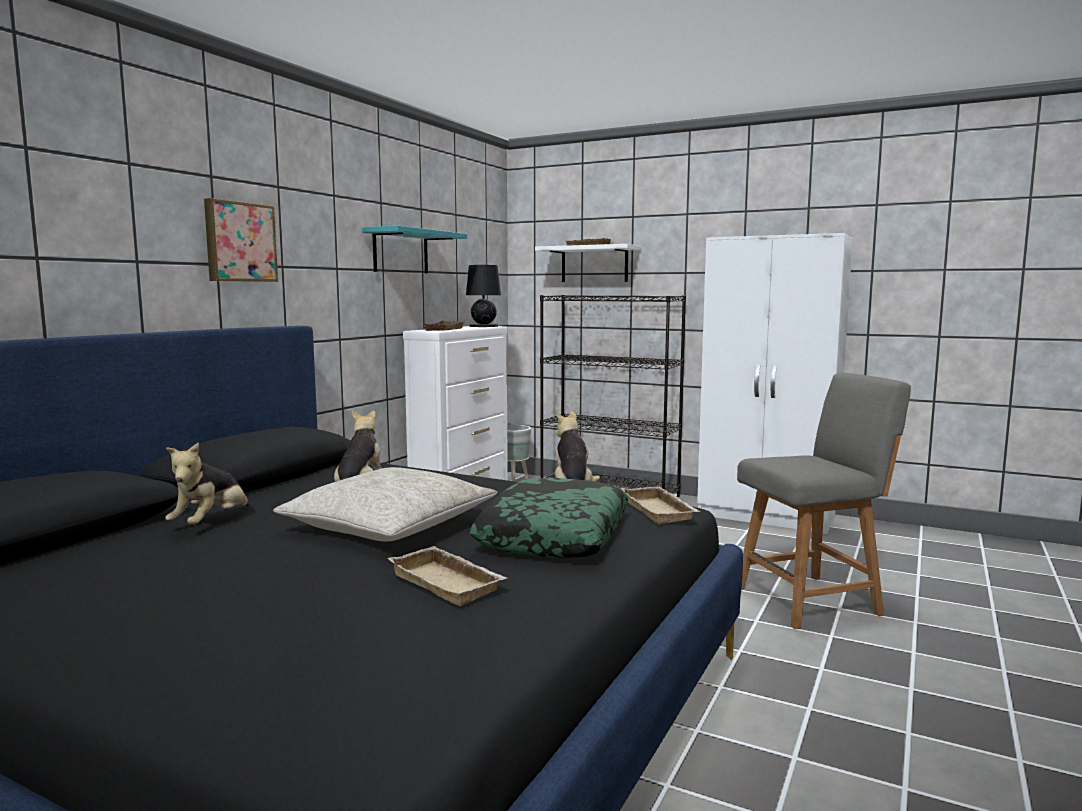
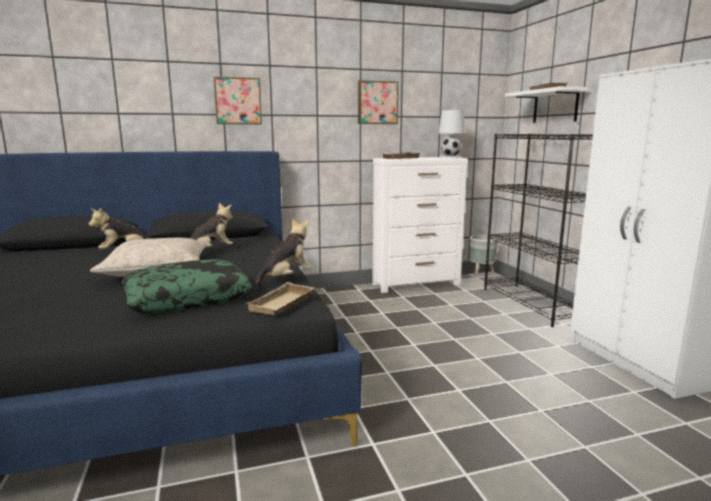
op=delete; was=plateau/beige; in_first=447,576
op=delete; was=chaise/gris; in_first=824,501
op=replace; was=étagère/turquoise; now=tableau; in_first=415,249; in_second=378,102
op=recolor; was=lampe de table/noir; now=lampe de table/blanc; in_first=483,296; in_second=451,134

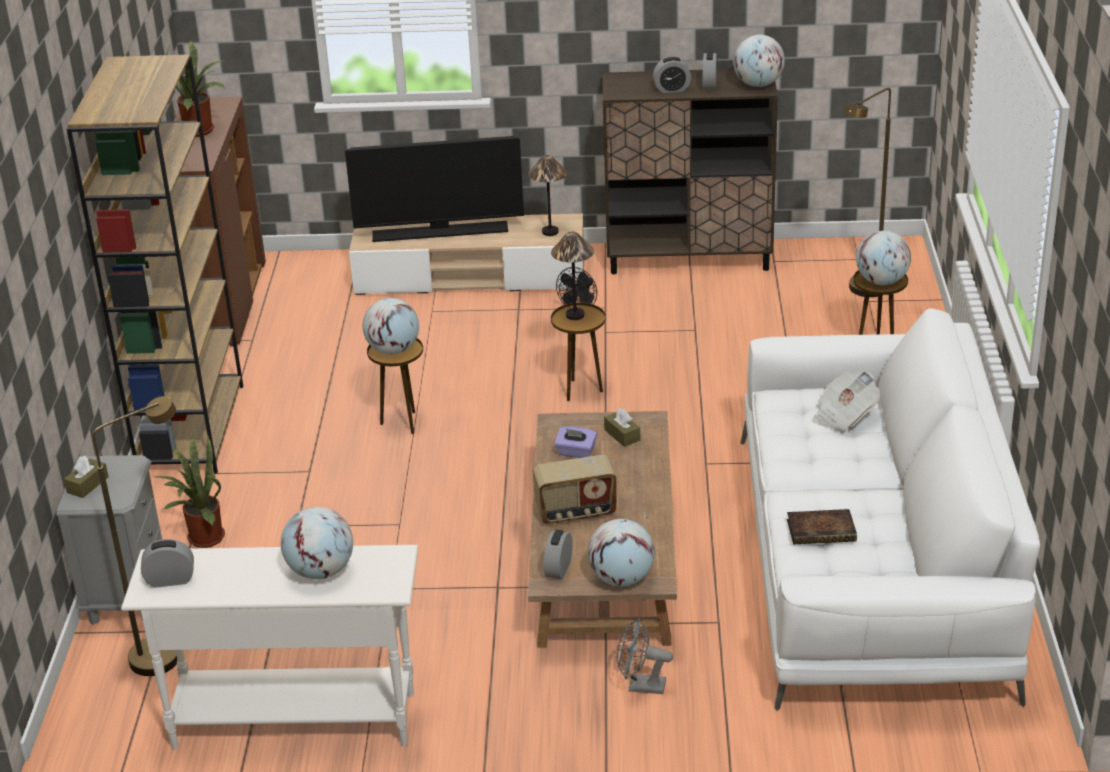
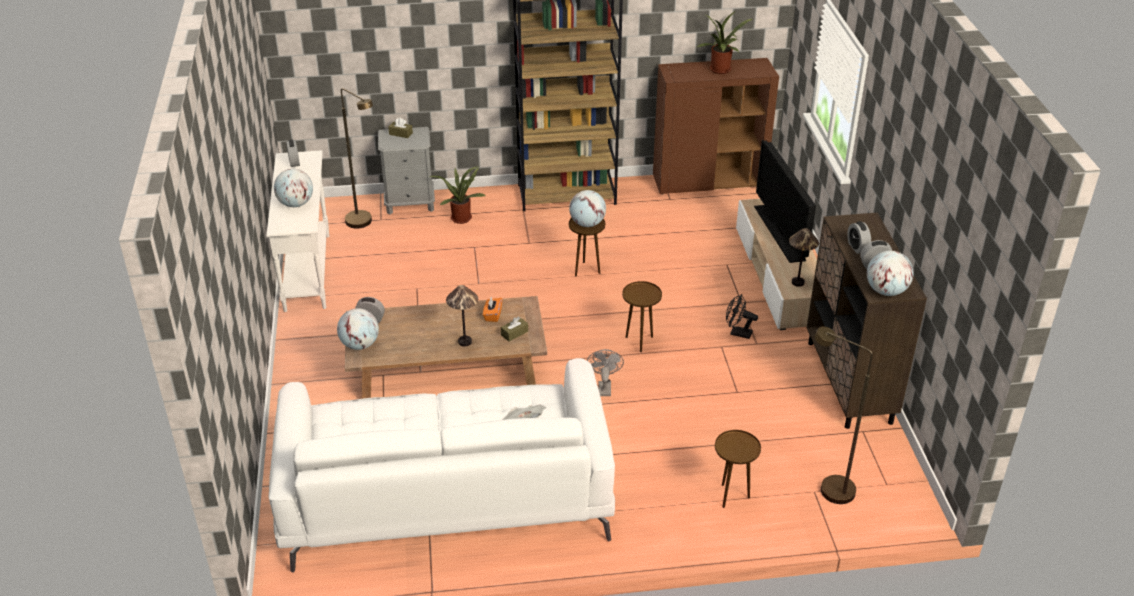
op=delete; was=radio; in_first=575,489
op=delete; was=livre; in_first=822,526
op=delete; was=globe; in_first=883,258
op=move; was=lampe de table; in_first=572,276; in_second=462,315
op=move; was=ventilateur/gris; in_first=645,656; in_second=605,372
op=recolor; was=boîte à mouchoirs/violet; now=boîte à mouchoirs/orange; in_first=575,442; in_second=492,309

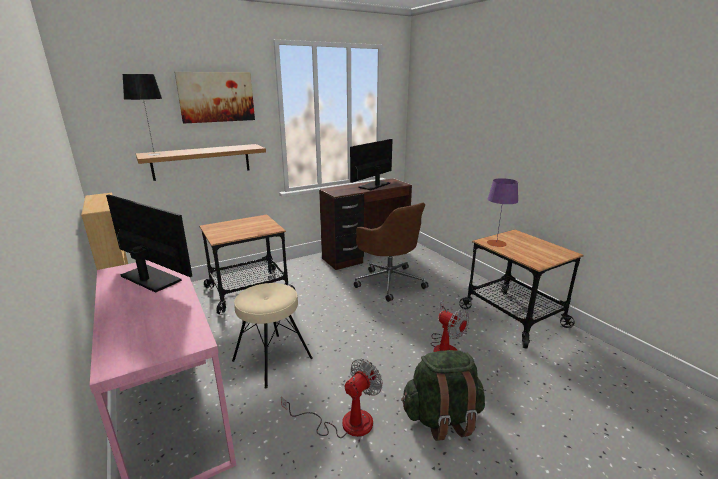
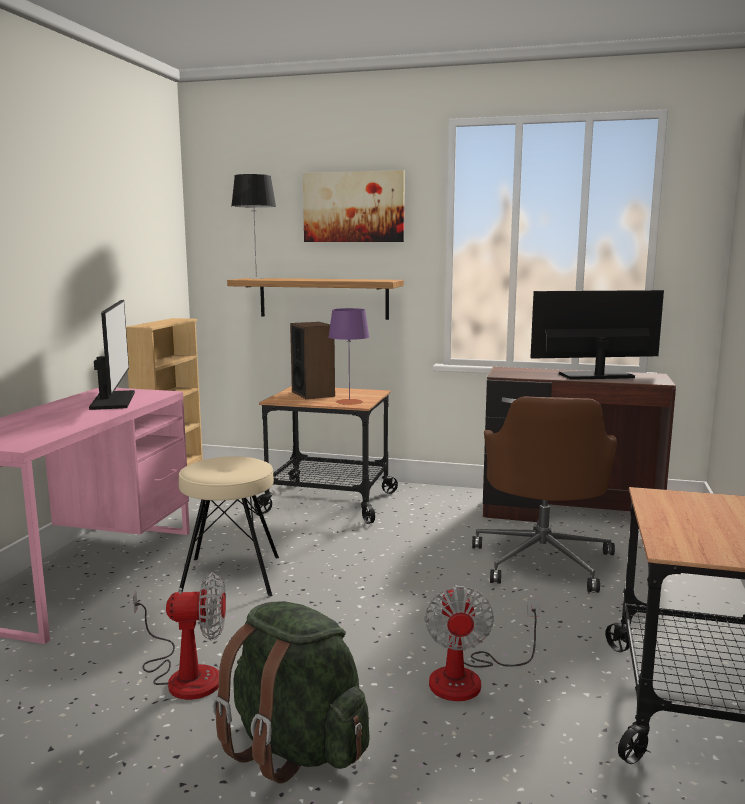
op=insert; now=enceinte; in_second=312,360
op=move; was=lampe de table/violet; in_first=502,212; in_second=348,356

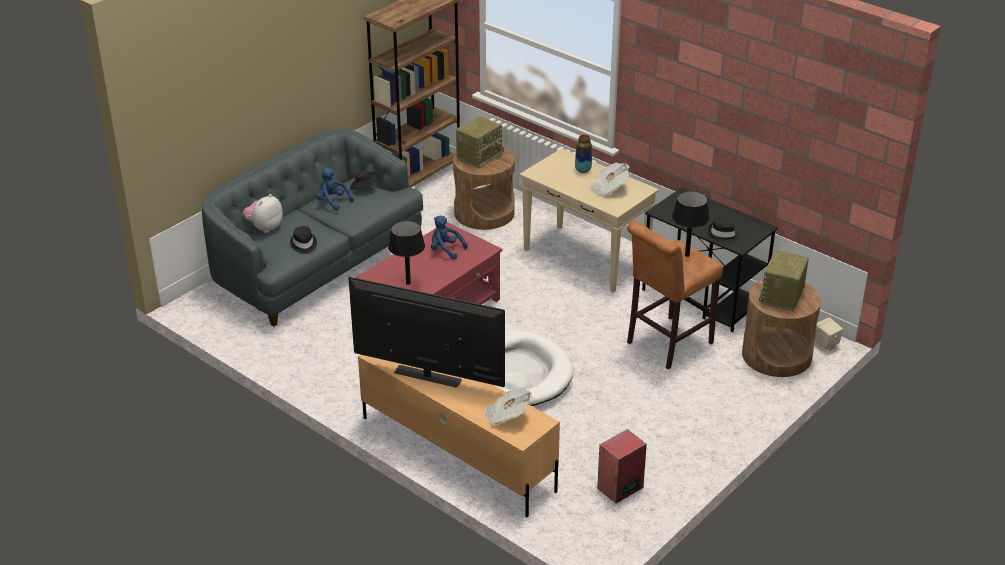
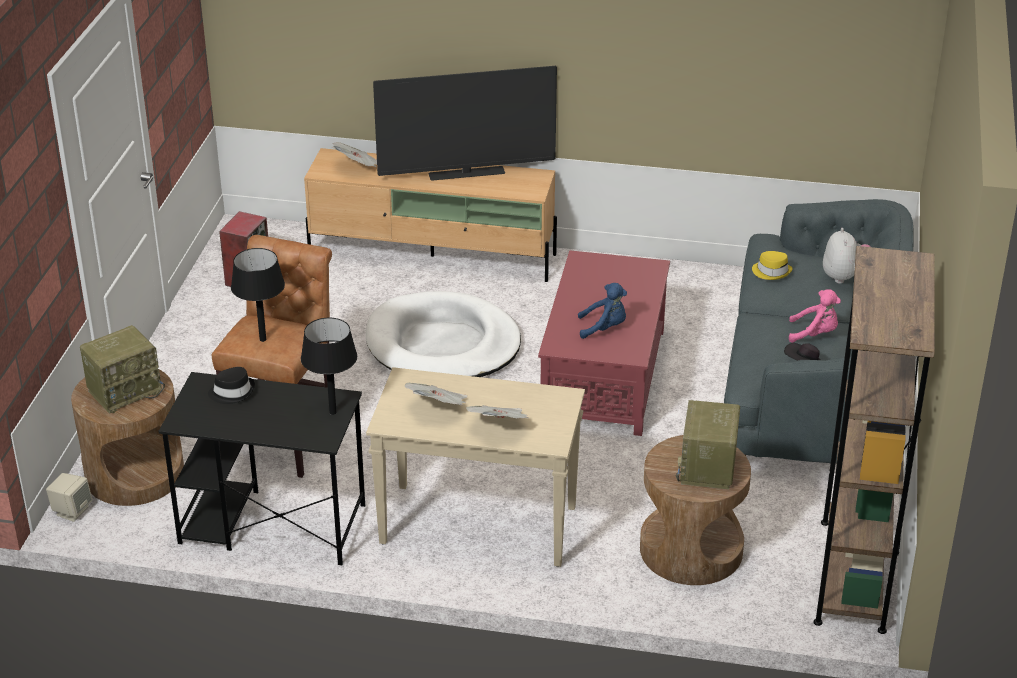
op=move; was=lampe de table/noir; in_first=406,252; in_second=329,366
op=replace; was=vase; now=journal; in_first=583,154; in_second=497,411
op=recolor; was=chapeau/noir; now=chapeau/jaune; in_first=303,239; in_second=772,265
op=recolor; was=peluche/bleu; now=peluche/rose; in_first=335,189; in_second=815,316
op=rotate; was=radio; in_first=784,280; in_second=122,369; clockwise=60

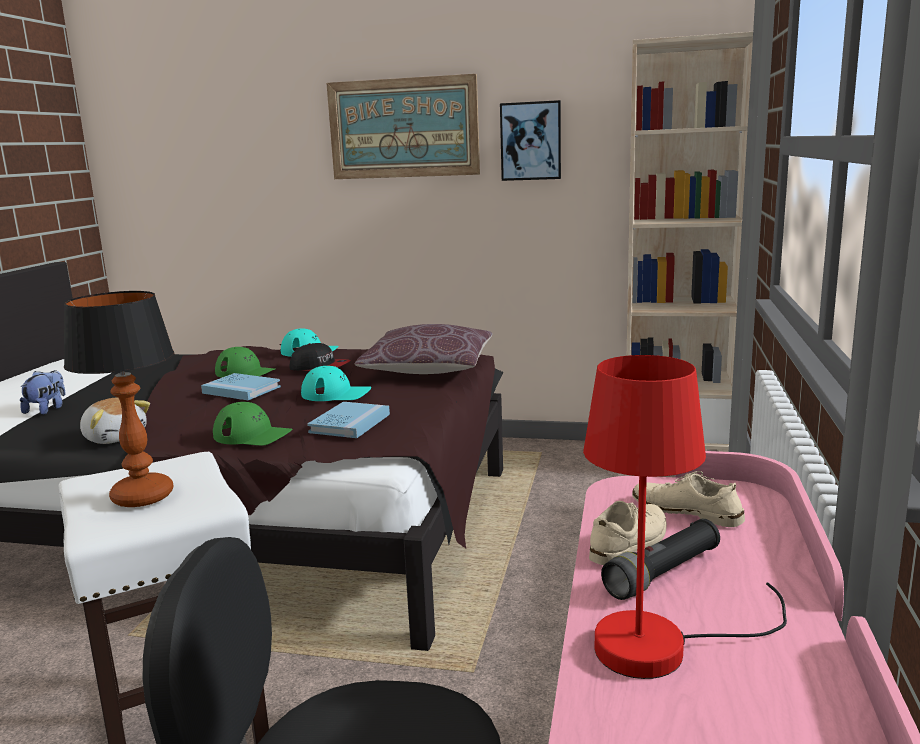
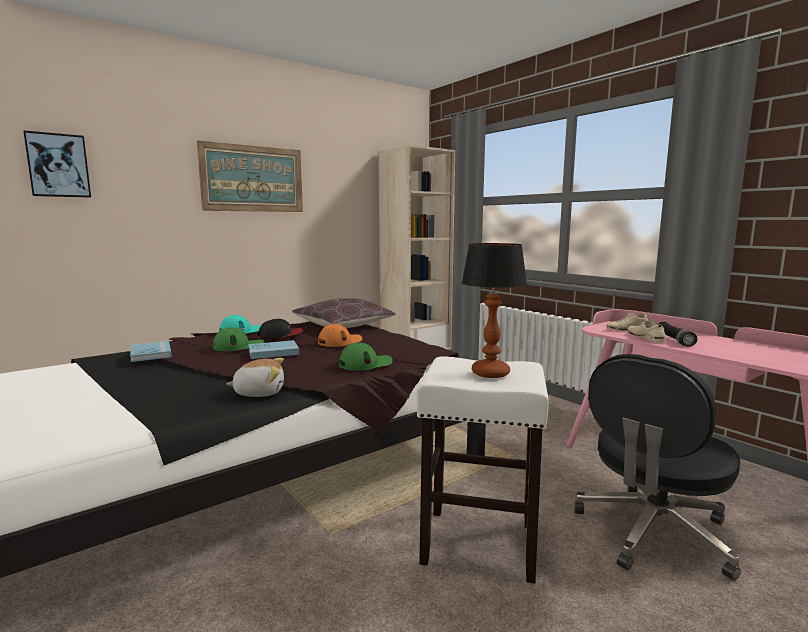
op=delete; was=peluche; in_first=42,392
op=delete; was=lampe de table/rouge; in_first=685,517
op=move; was=livre/bleu; in_first=348,420; in_second=151,351
op=move; was=tableau; in_first=530,140; in_second=57,164
op=recolor; was=casquette/turquoise; now=casquette/orange; in_first=336,383; in_second=340,335

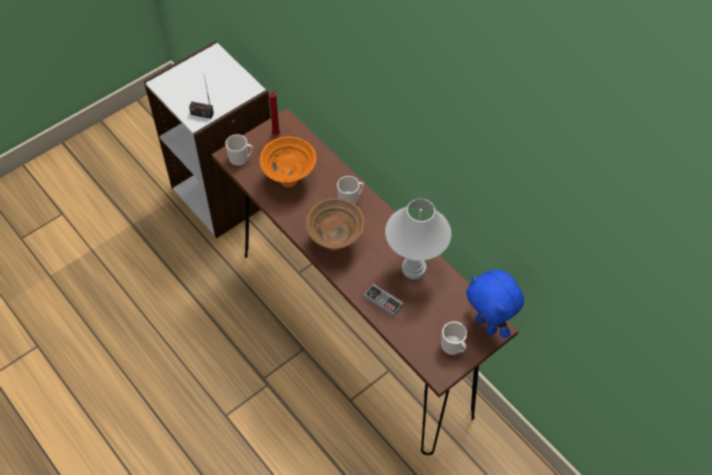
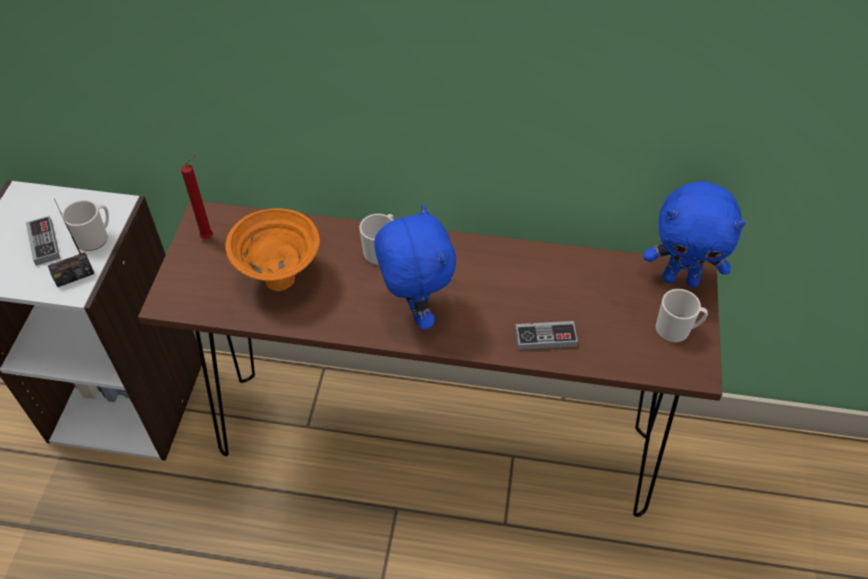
op=delete; was=lampe de table/blanc; in_first=418,239
op=insert; now=manette; in_second=43,240
op=move; was=mug; in_first=239,150; in_second=85,225
op=replace; was=bol/marron; now=peluche/bleu; in_first=335,224; in_second=415,267

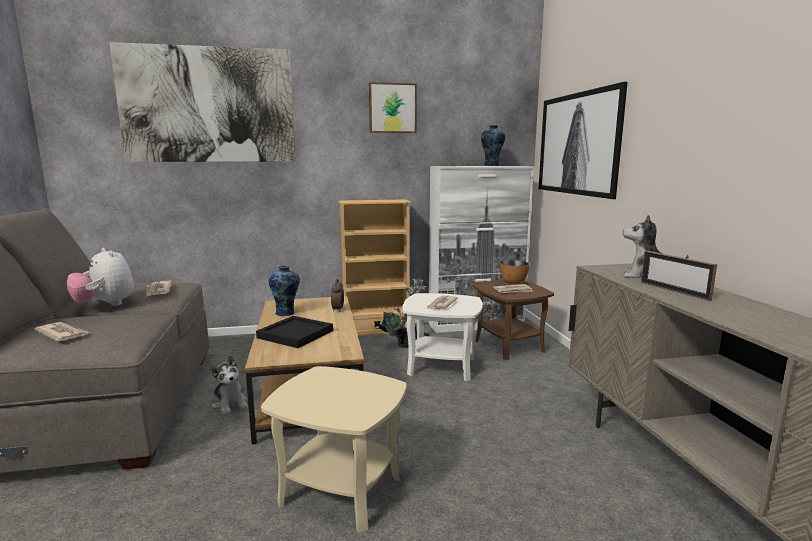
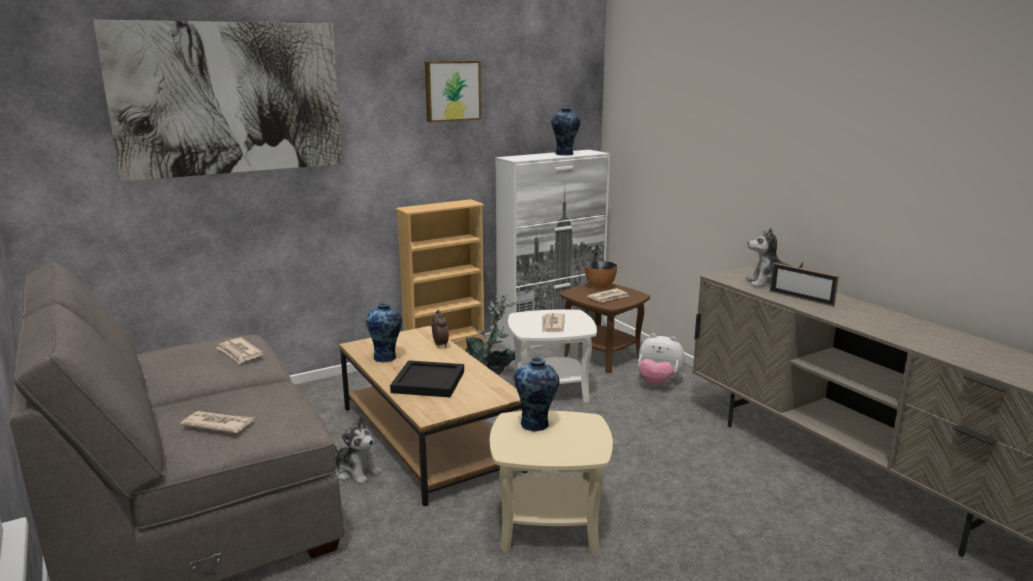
op=delete; was=tableau; in_first=583,140
op=insert; now=vase; in_second=537,394
op=move; was=peluche; in_first=100,277; in_second=661,359

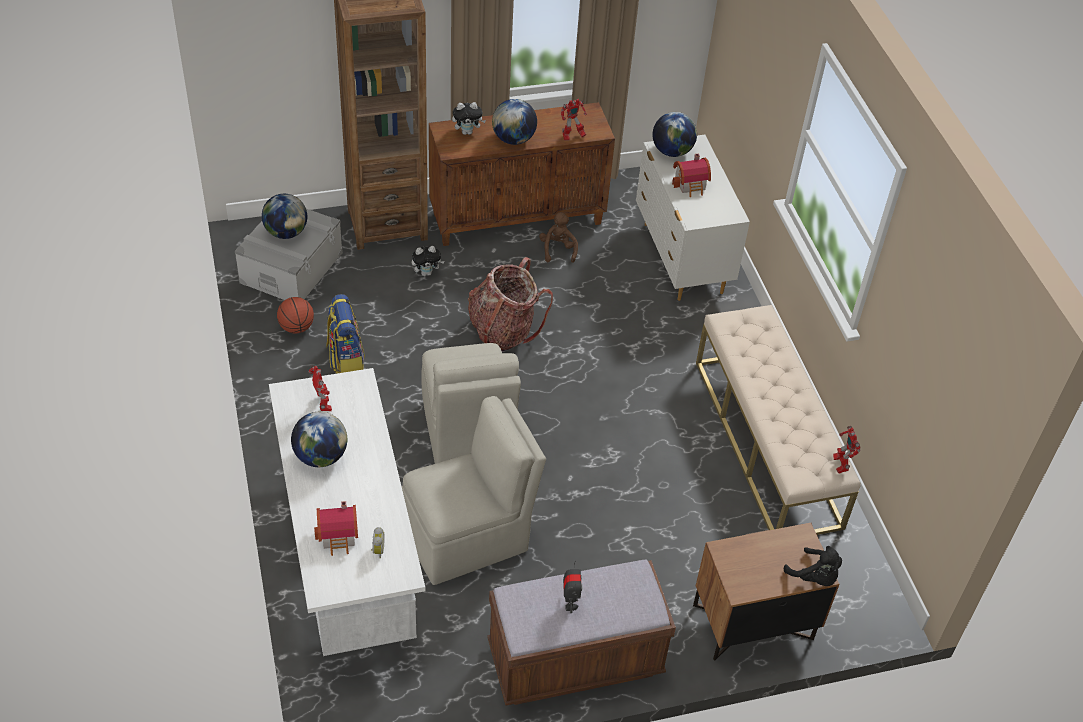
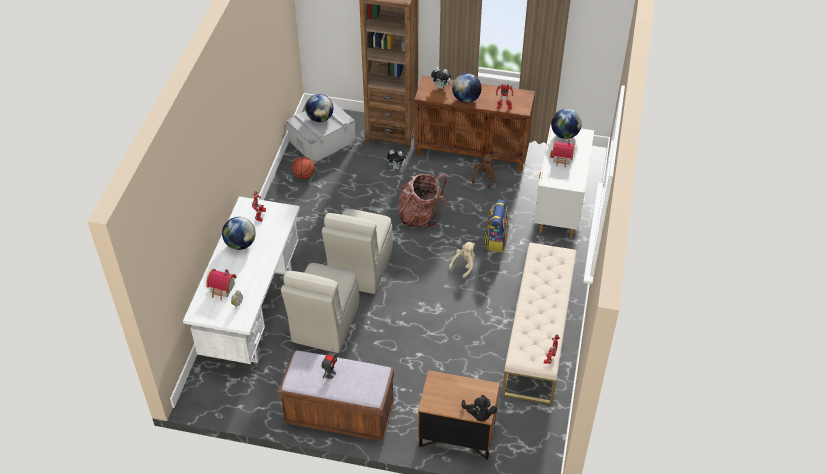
op=insert; now=peluche/beige; in_second=462,260
op=move; was=sac à dos; in_first=345,334; in_second=496,226
op=rotate; was=chaise/beige; in_first=473,490; in_second=320,308; clockwise=105

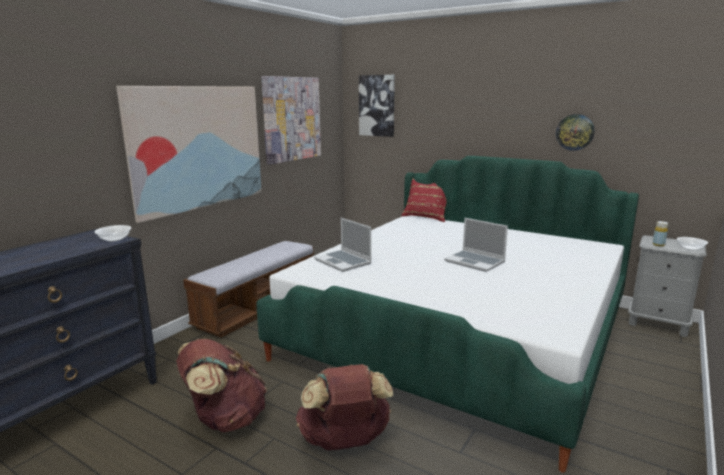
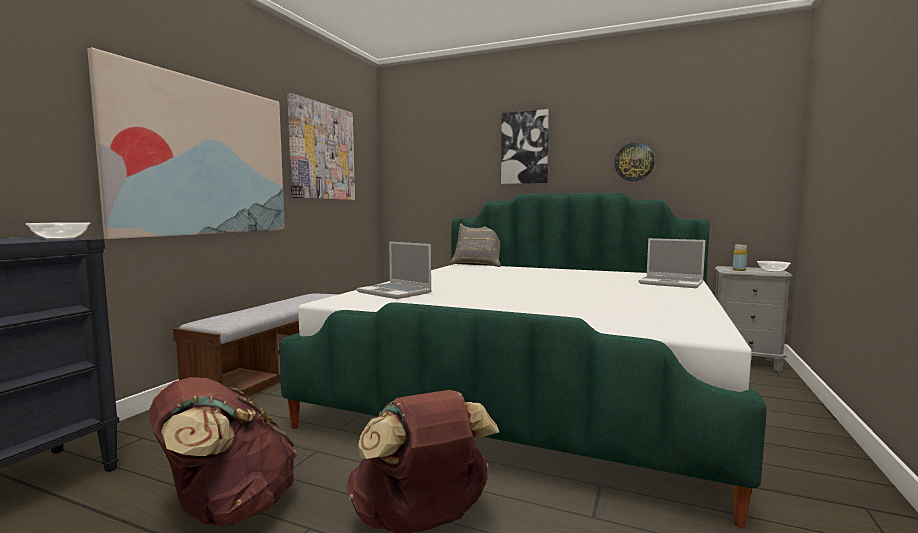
op=move; was=tableau; in_first=377,106; in_second=525,146
op=move; was=ordinateur portable; in_first=476,245; in_second=672,263
op=recolor; was=coussin/rouge; now=coussin/gris; in_first=424,199; in_second=475,245

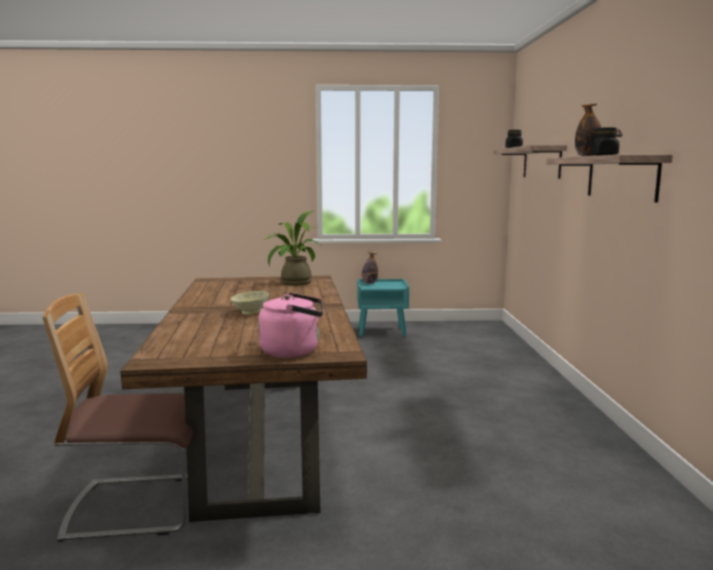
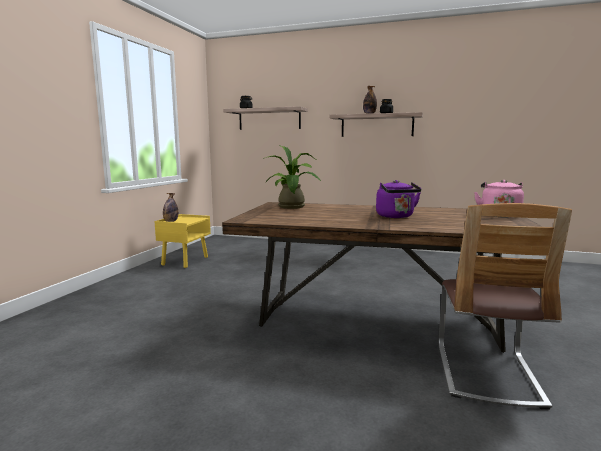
op=replace; was=bol/beige; now=bouilloire/violet; in_first=250,303; in_second=398,199
op=recolor; was=table de chevet/turquoise; now=table de chevet/jaune; in_first=383,308; in_second=182,241

